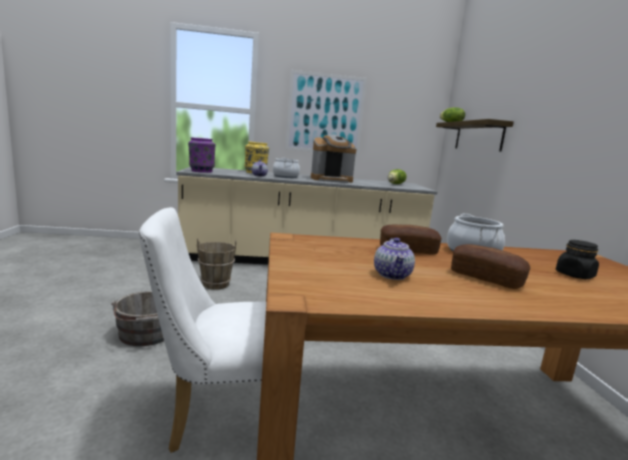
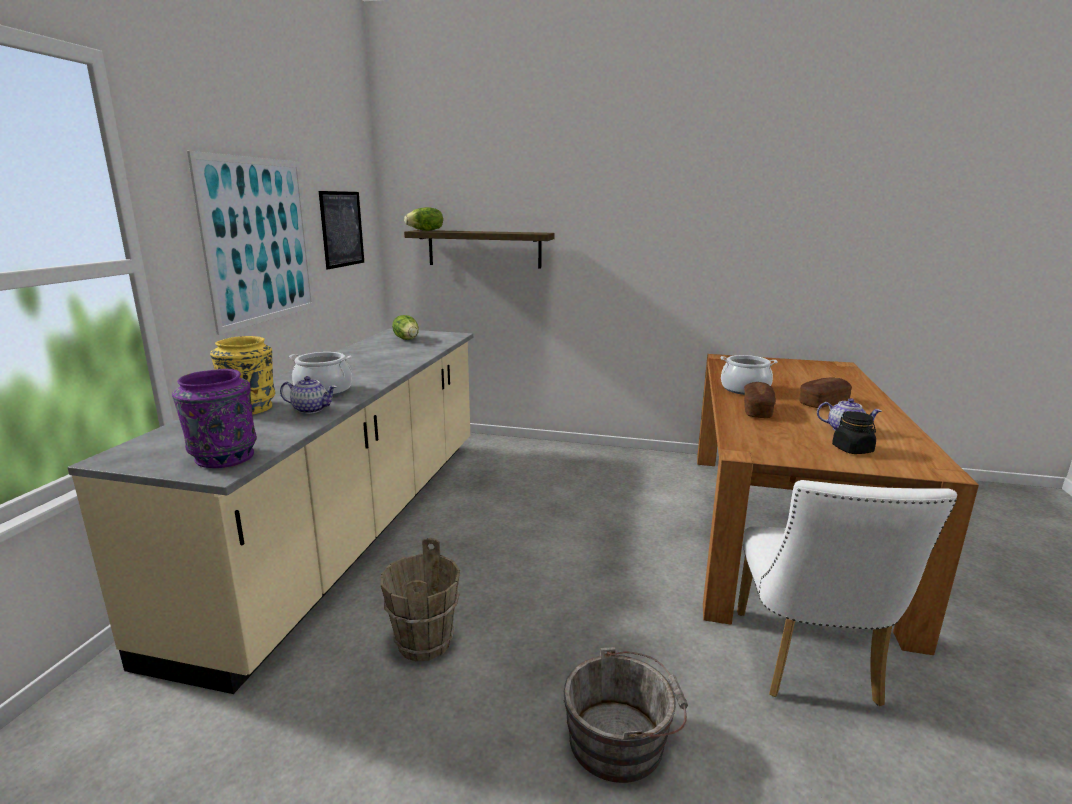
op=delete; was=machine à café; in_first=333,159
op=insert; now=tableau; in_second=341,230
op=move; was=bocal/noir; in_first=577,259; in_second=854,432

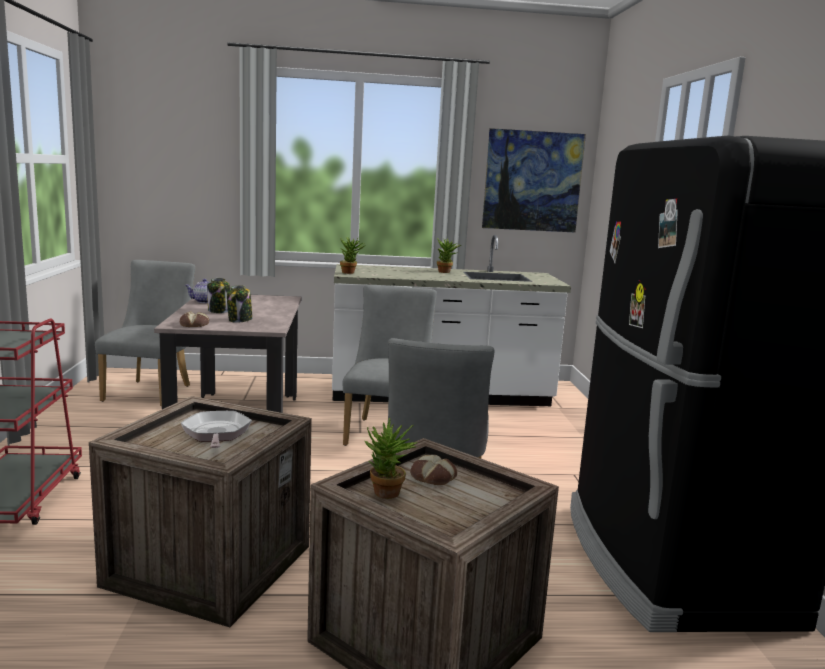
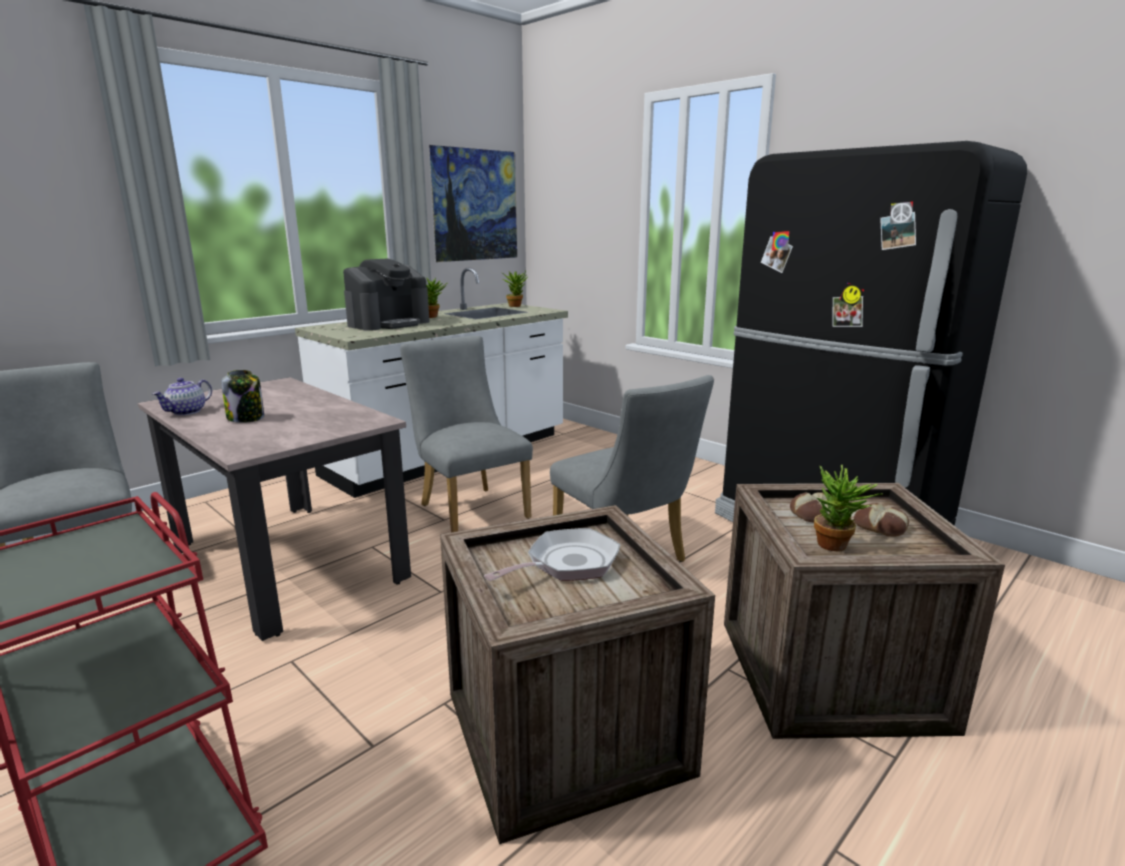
op=delete; was=bocal; in_first=239,304
op=insert; now=machine à café; in_second=386,294
op=move; was=pain; in_first=194,319; in_second=881,520
op=move; was=plante en pot; in_first=352,255; in_second=515,289
op=rotate; was=poêle; in_first=216,429; in_second=552,554; clockwise=105

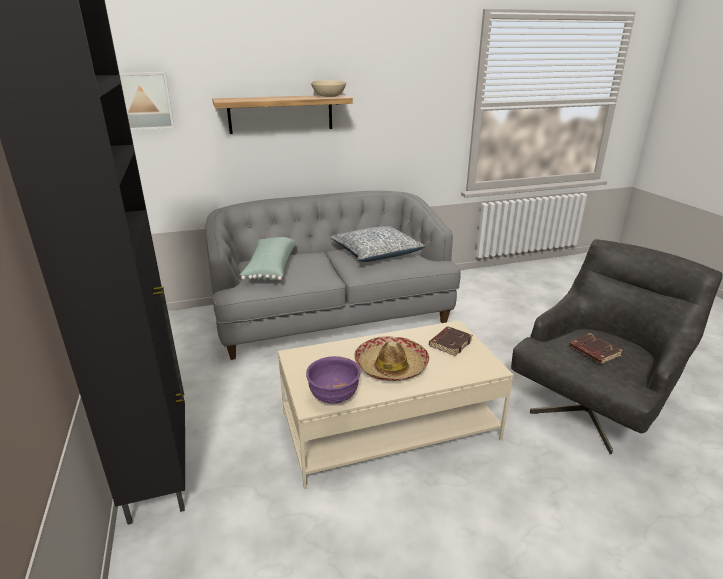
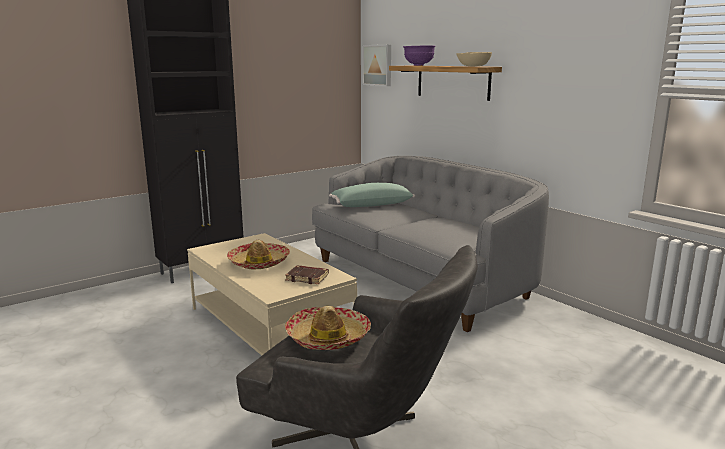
op=delete; was=coussin; in_first=378,244
op=move; was=bol/violet; in_first=333,380; in_second=419,55
op=replace; was=livre/marron; now=chapeau; in_first=596,348; in_second=328,328

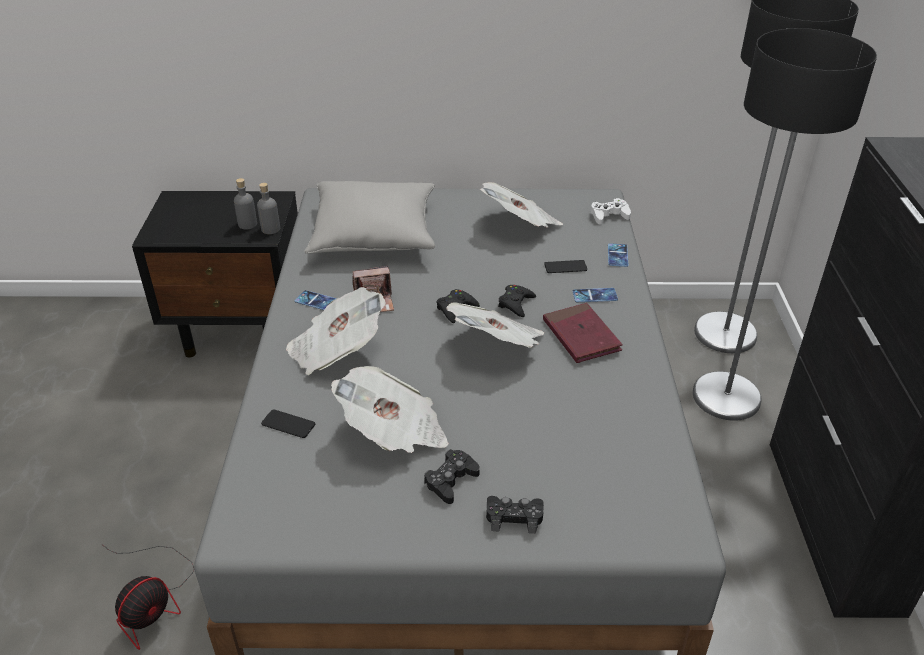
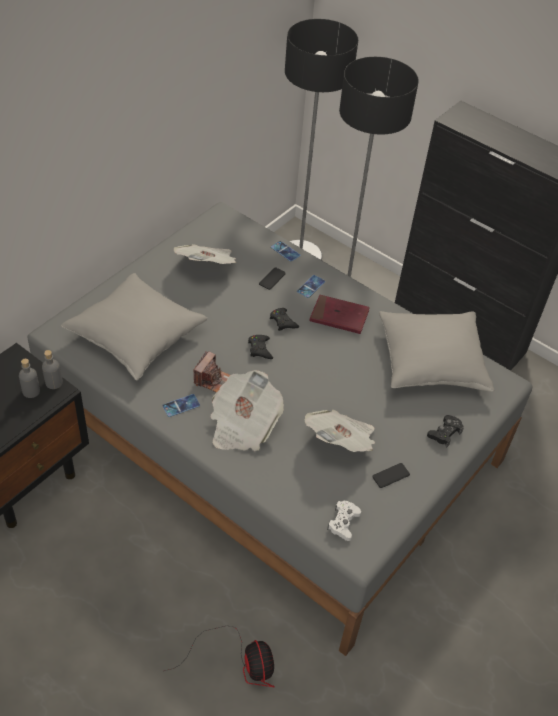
op=delete; was=manette/noir; in_first=452,476
op=delete; was=journal; in_first=495,325
op=insert; now=coussin/gris; in_second=436,351
op=move; was=téléphone; in_first=288,423; in_second=391,475
op=move; was=manette/blanc; in_first=611,211; in_second=344,521

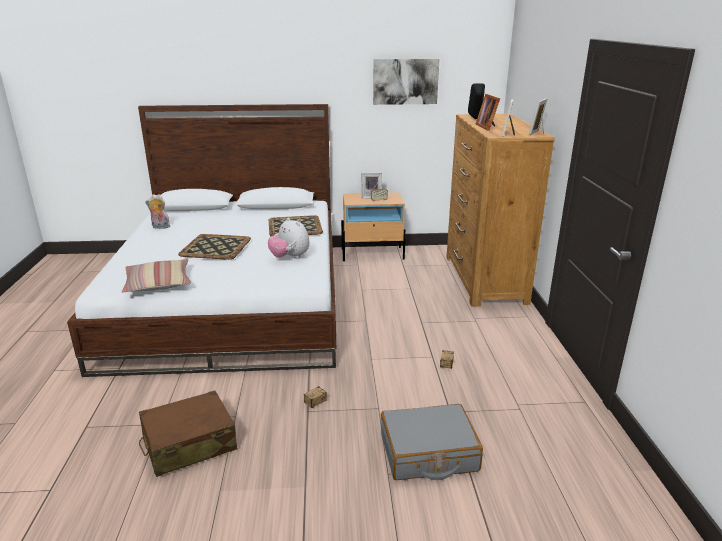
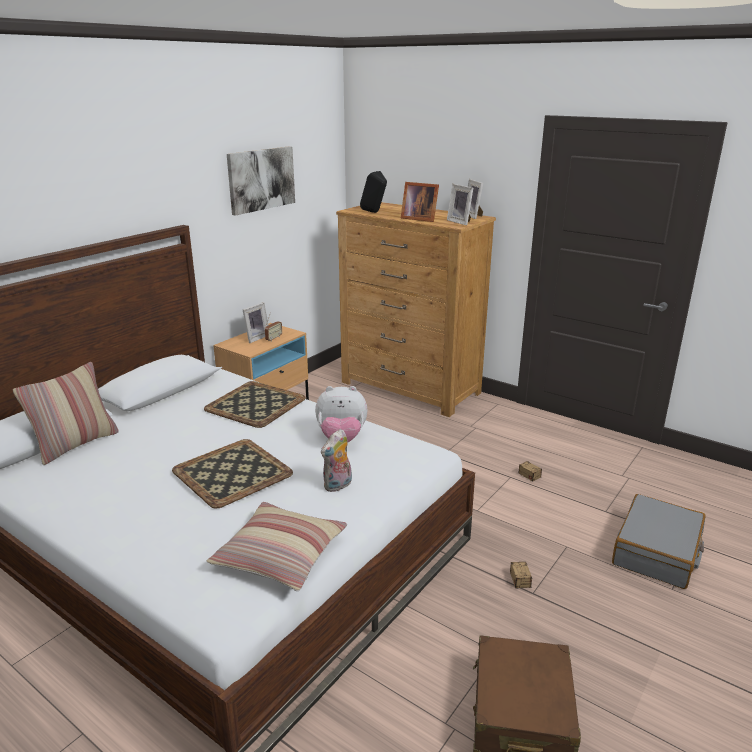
op=insert; now=coussin; in_second=66,413
op=move; was=peluche; in_first=157,211; in_second=336,460

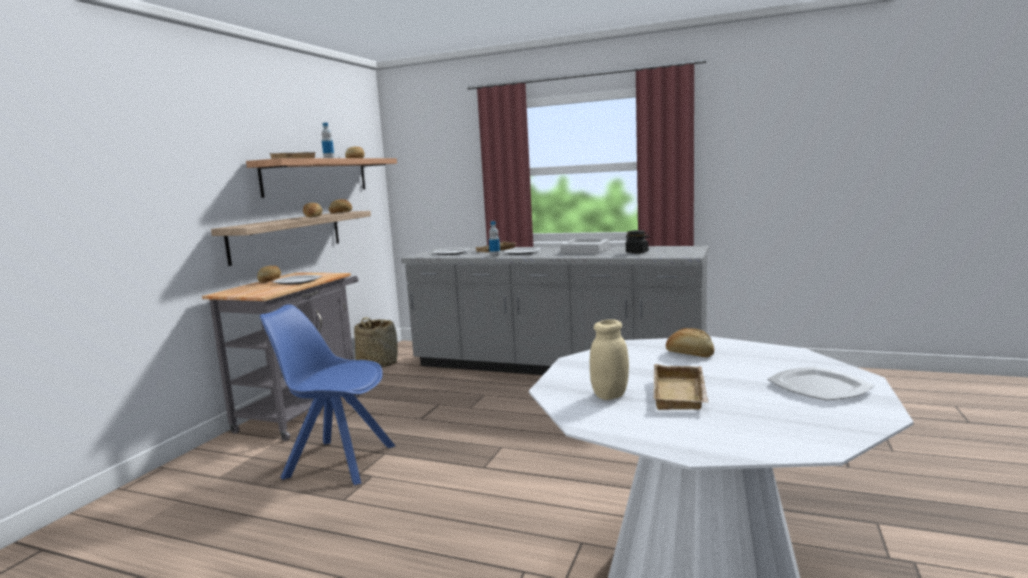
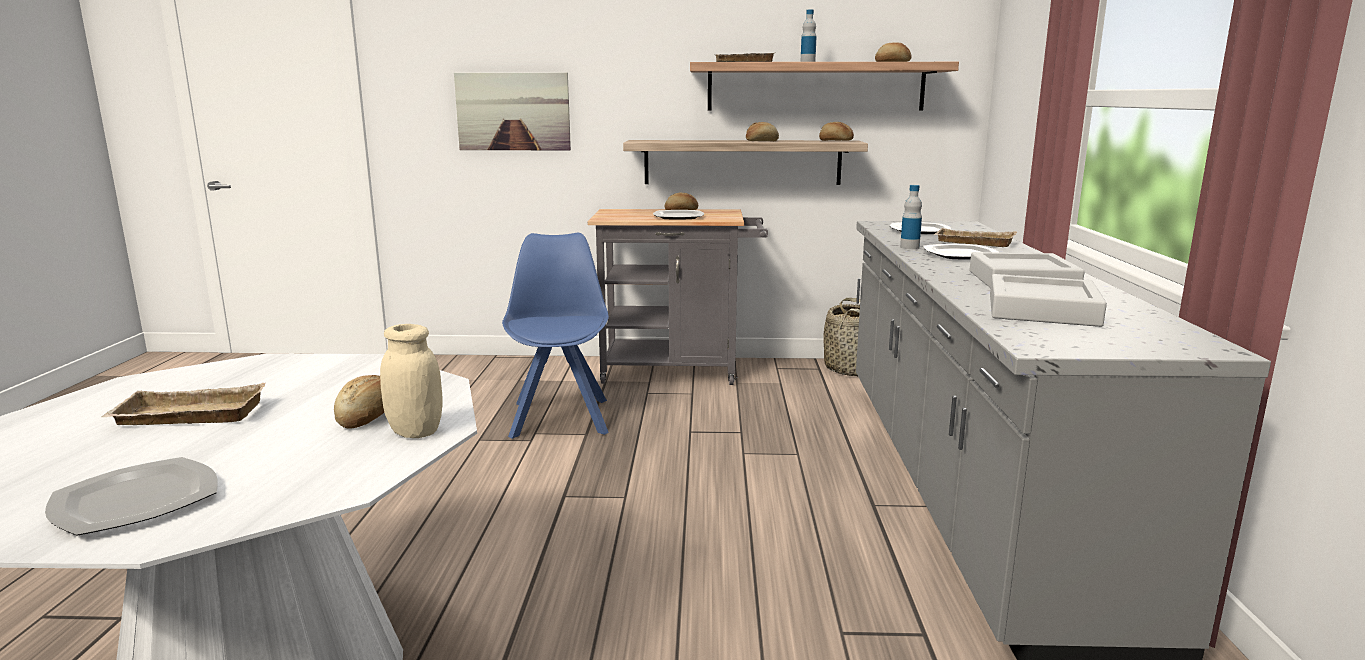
op=insert; now=tableau; in_second=512,111
op=move; was=bocal/beige; in_first=609,359; in_second=411,381
op=replace; was=bocal/noir; now=plateau/gris; in_first=637,242; in_second=1048,300

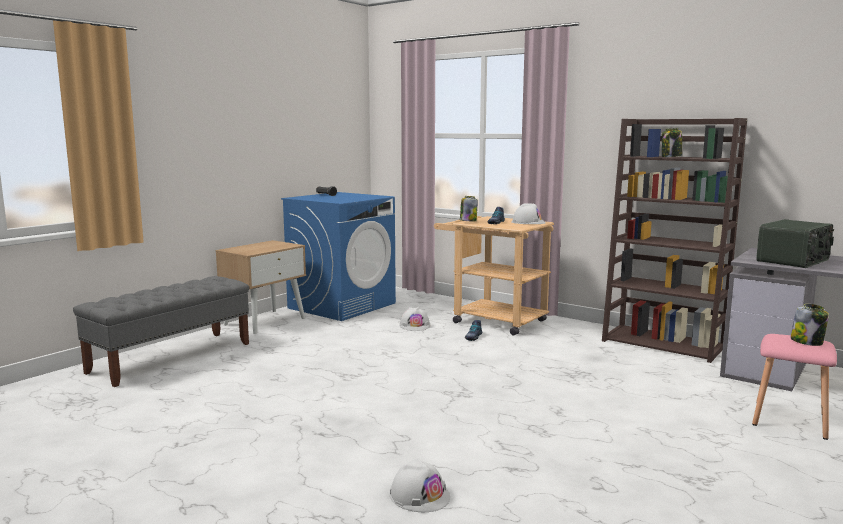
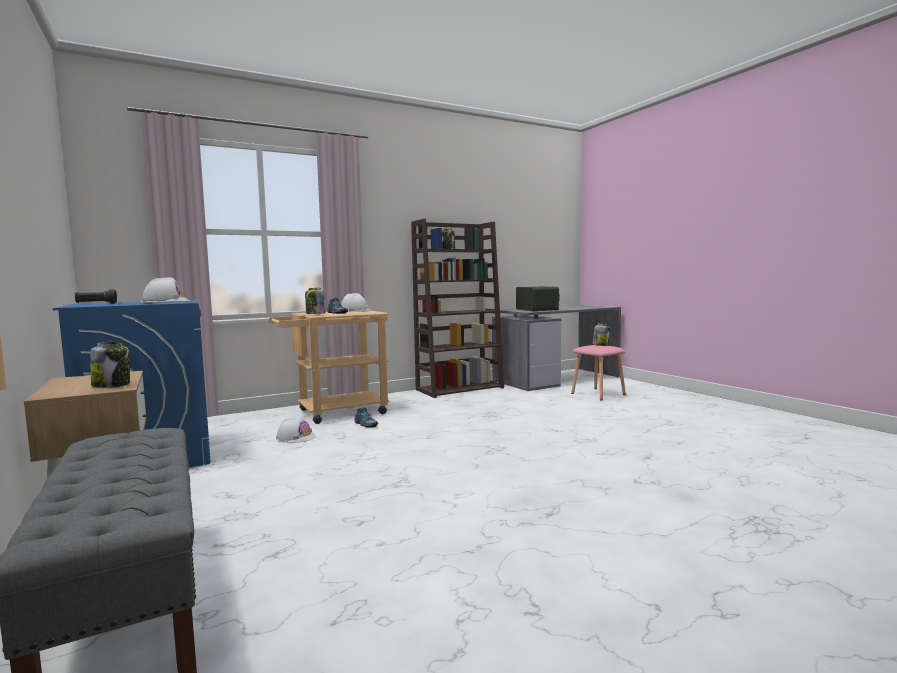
op=insert; now=bocal; in_second=110,365
op=move; was=casque de chantier/blanc; in_first=420,485; in_second=165,290

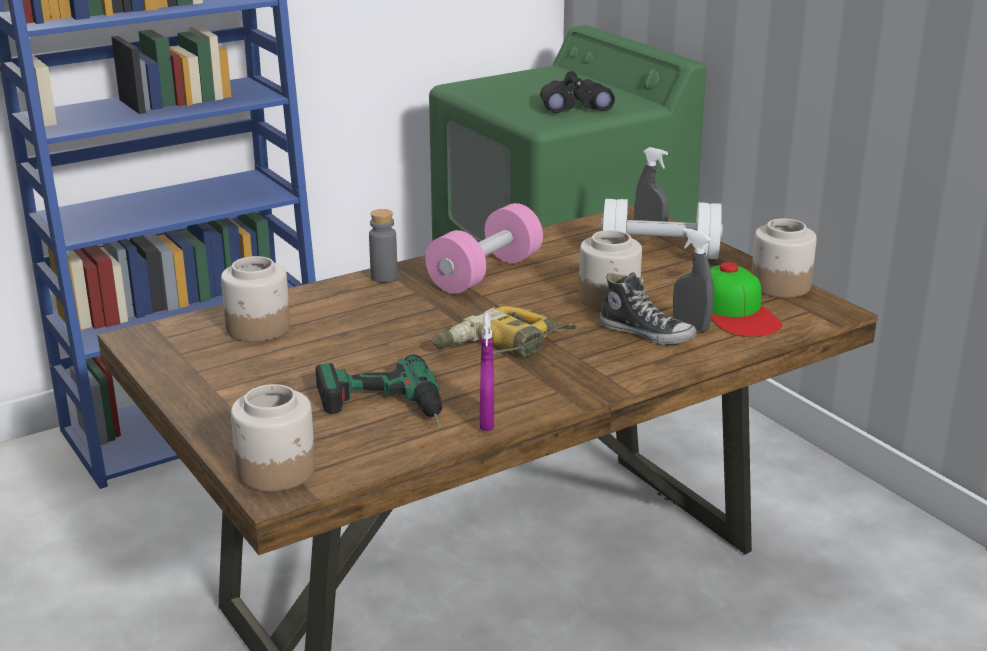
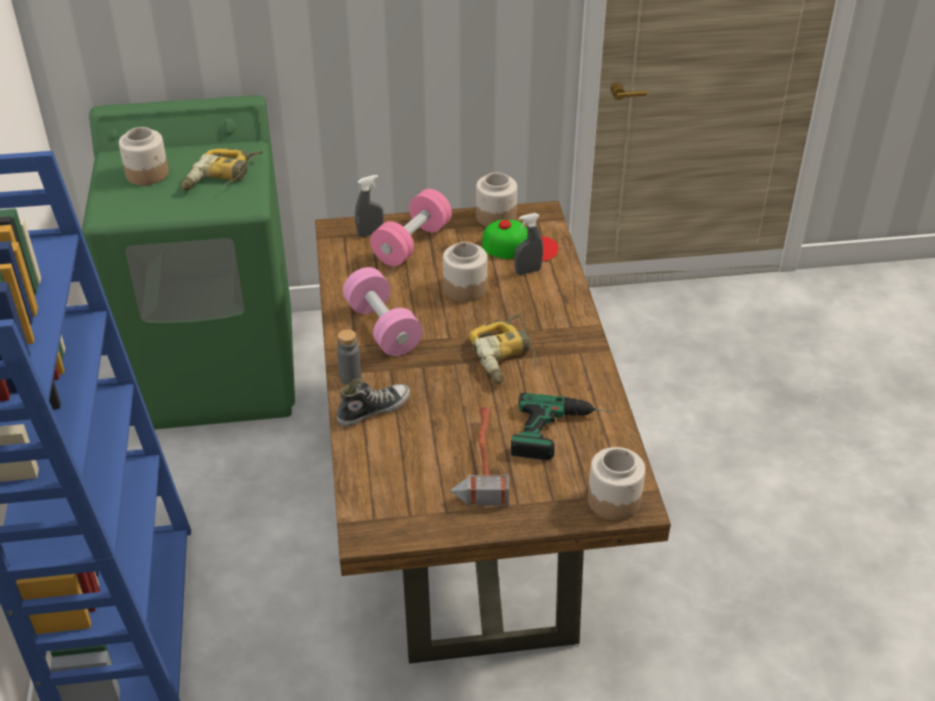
op=delete; was=vaporisateur/violet; in_first=487,372
op=insert; now=marteau; in_second=479,457
op=move; was=bocal; in_first=255,299; in_second=144,156
op=move; was=chaussure; in_first=648,308; in_second=373,402
op=replace; was=jumelles/noir; now=perceuse; in_first=577,92; in_second=222,169
op=recolor; was=haltère/blanc; now=haltère/rose; in_first=662,229; in_second=411,227

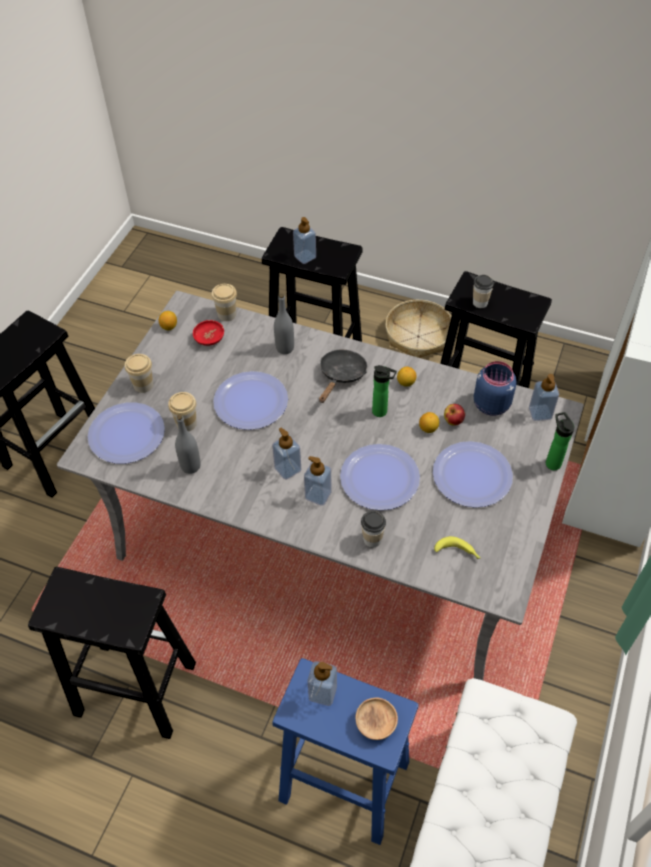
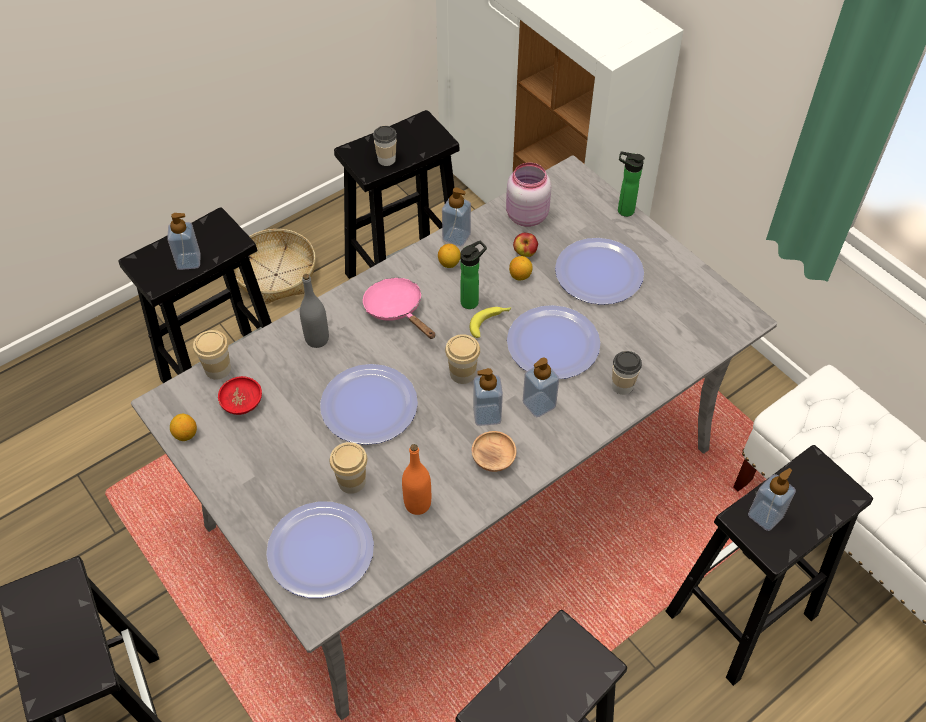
op=move; was=tasse; in_first=139,373; in_second=462,359
op=move; was=bol/marron; in_first=376,719; in_second=494,451
op=move; was=banane; in_first=457,547; in_second=490,322
op=move; was=distributeur de savon; in_first=544,397; in_second=456,217
op=recolor; was=bouteille/gris; now=bouteille/orange; in_first=188,444; in_second=416,479
op=recolor; was=tabouret/bleu; now=tabouret/noir; in_first=345,751; in_second=769,565
op=recolor; was=poêle/noir; now=poêle/rose; in_first=343,376; in_second=399,308
op=recolor; was=bocal/bleu; now=bocal/rose; in_first=495,388; in_second=528,195

